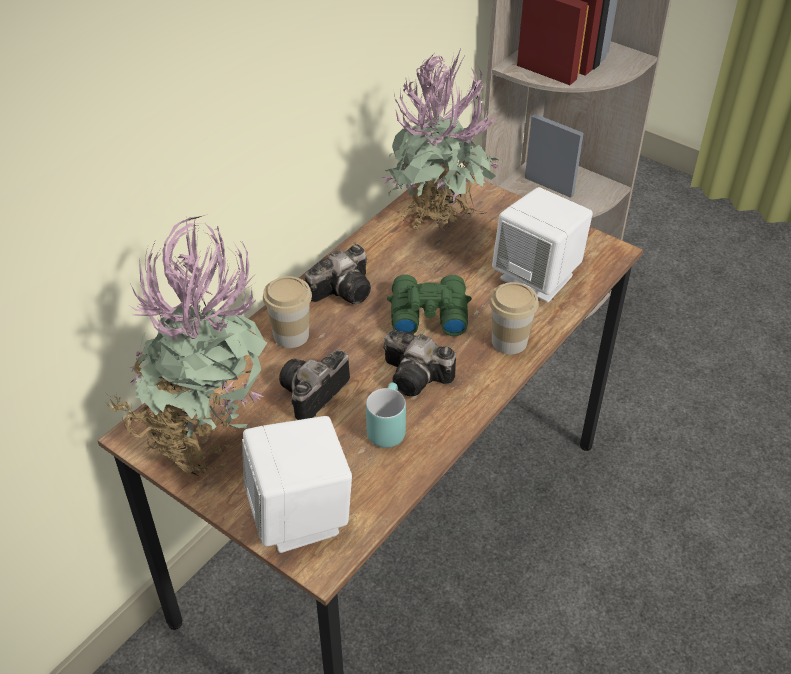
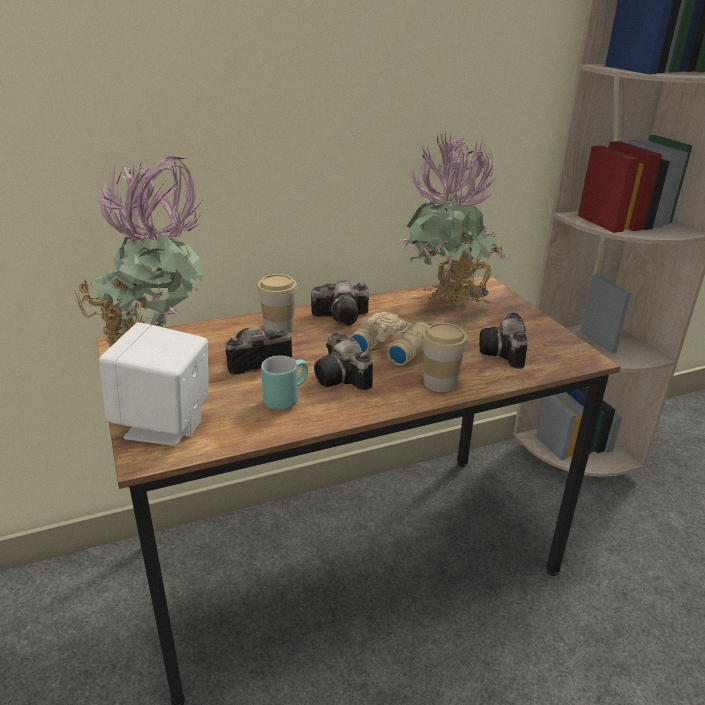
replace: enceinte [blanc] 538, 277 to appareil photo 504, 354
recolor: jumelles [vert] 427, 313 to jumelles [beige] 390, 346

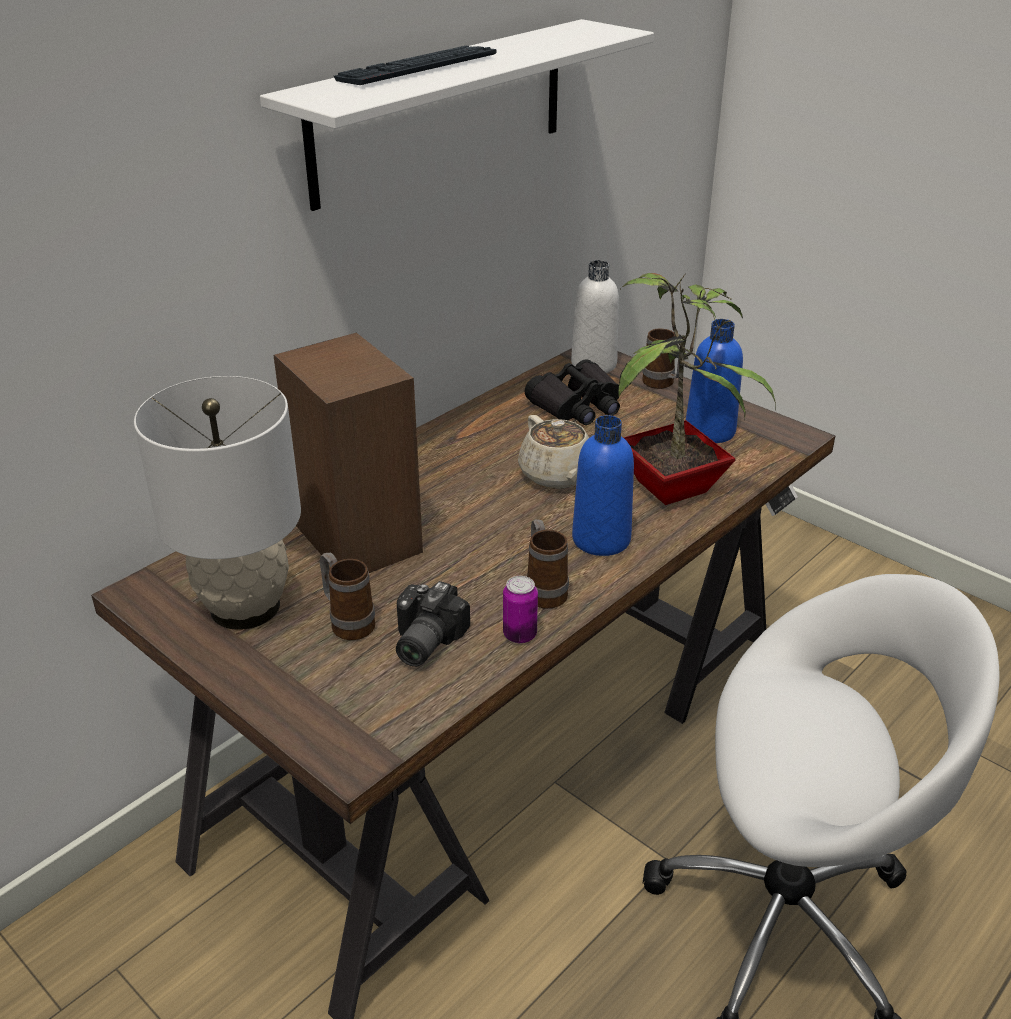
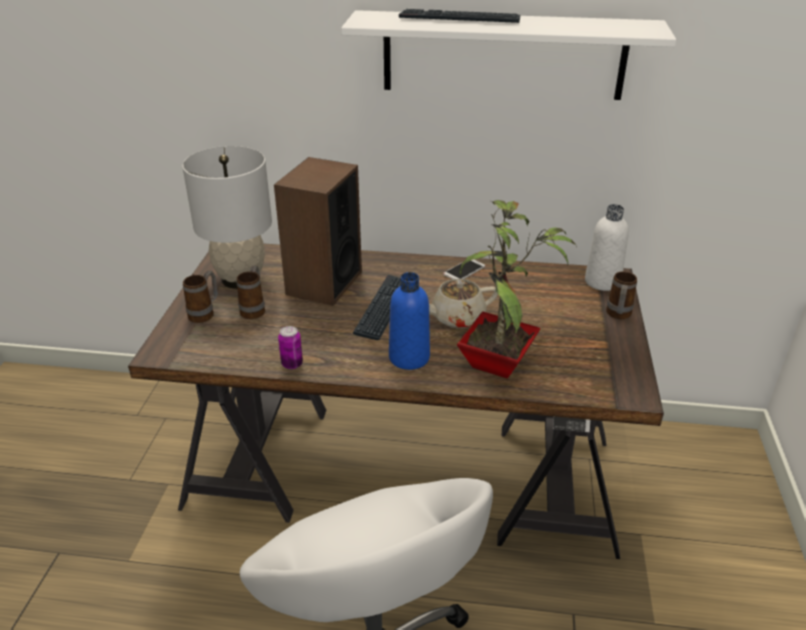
delete: appareil photo 422, 641; jumelles [noir] 577, 405; bouteille [bleu] 710, 431
insert: clavier 384, 307; téléphone 464, 270
move: mug 544, 590 to 205, 313
rotate: théière [beige] 557, 475 = 456, 318 45 degrees clockwise

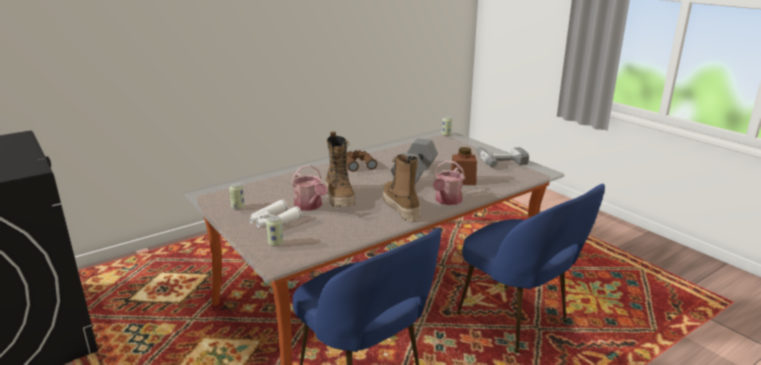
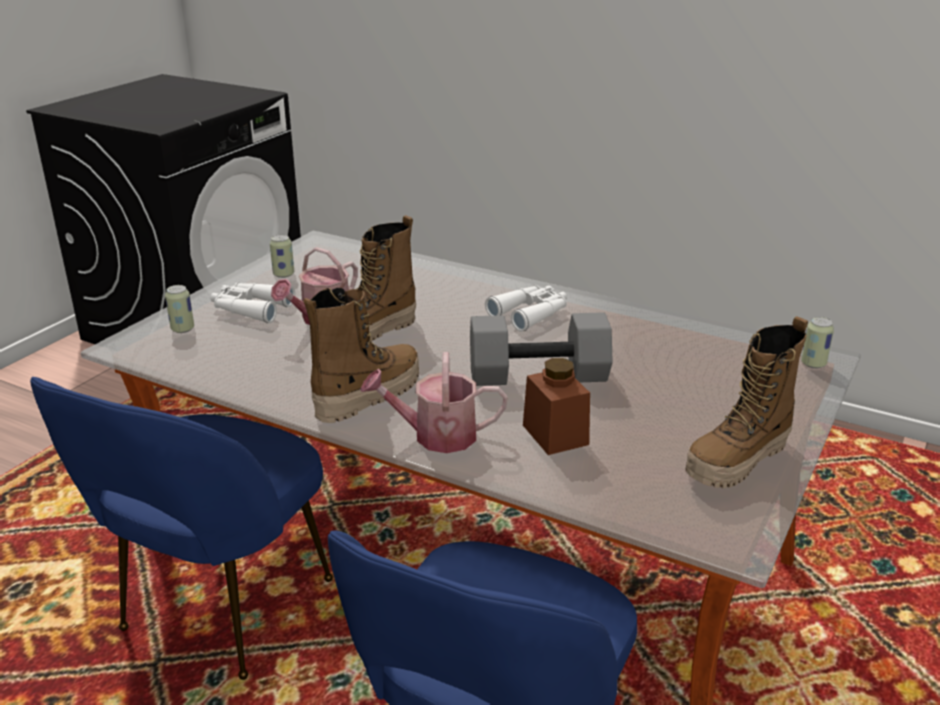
replace: perceuse 500, 160 to botte 738, 462
recolor: jumelles [marron] 358, 164 to jumelles [blanc] 531, 314

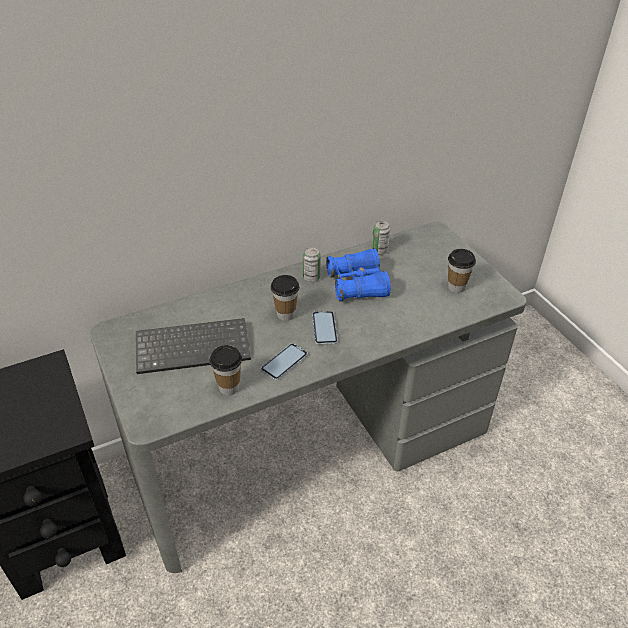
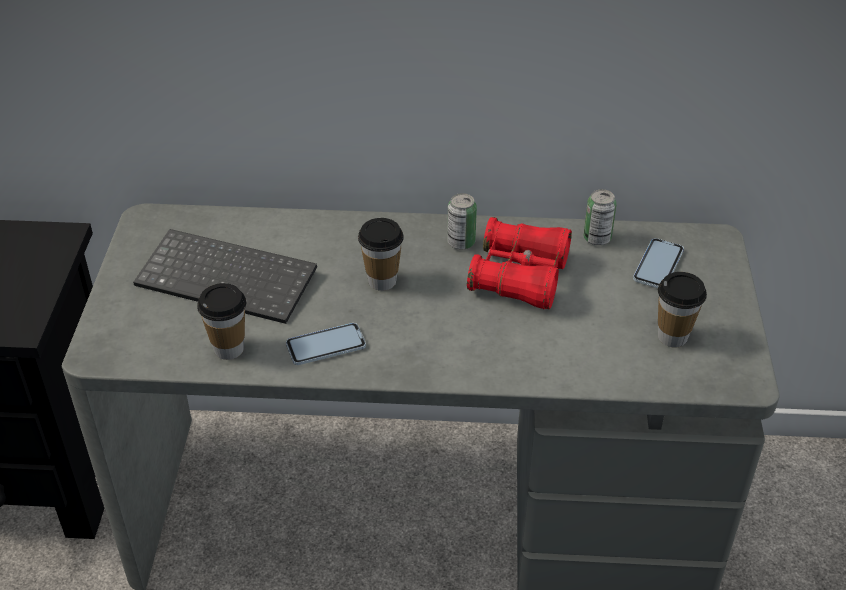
move: téléphone 324, 328 to 658, 265
recolor: jumelles [bleu] 357, 284 to jumelles [rouge] 519, 276

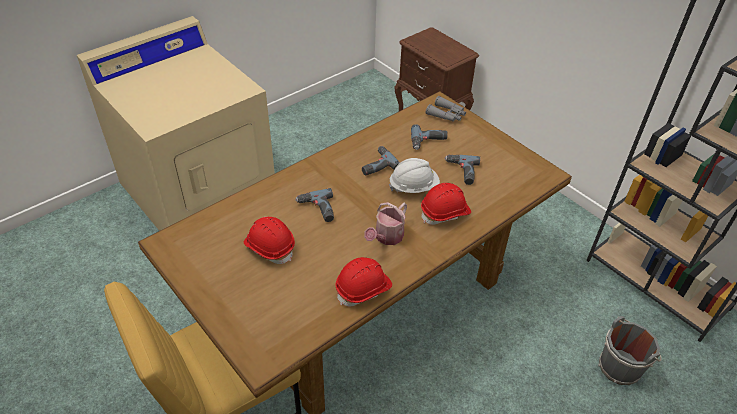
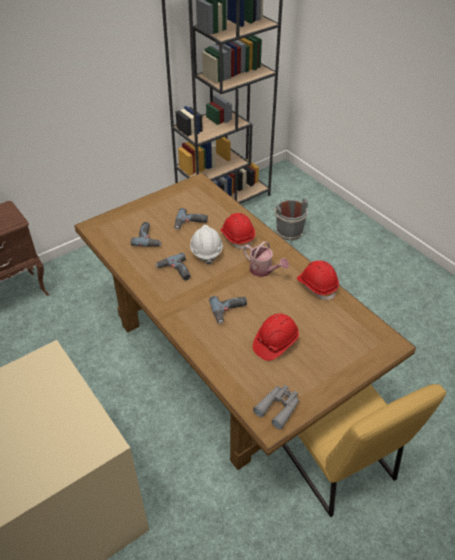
move: jumelles [gris] 446, 115 to 278, 407

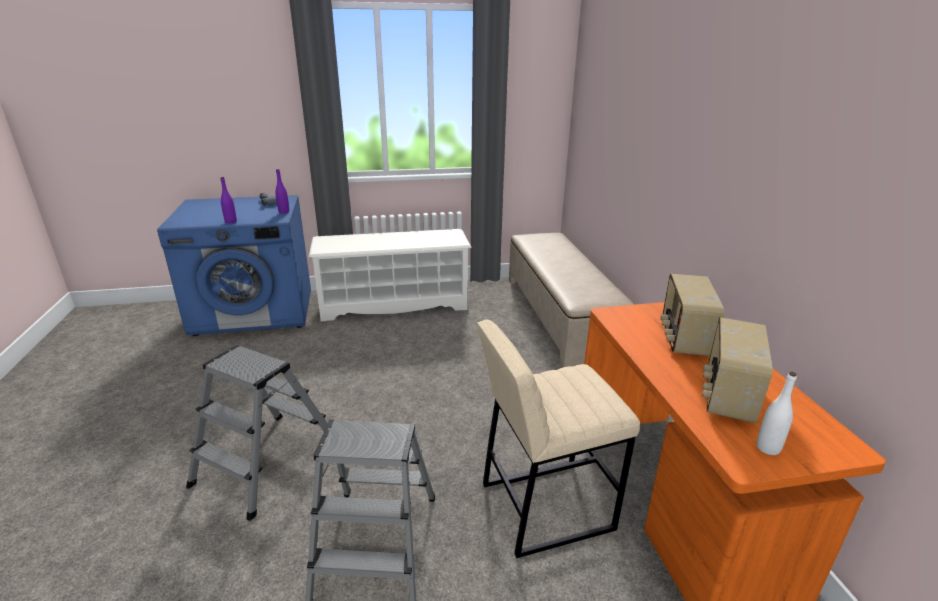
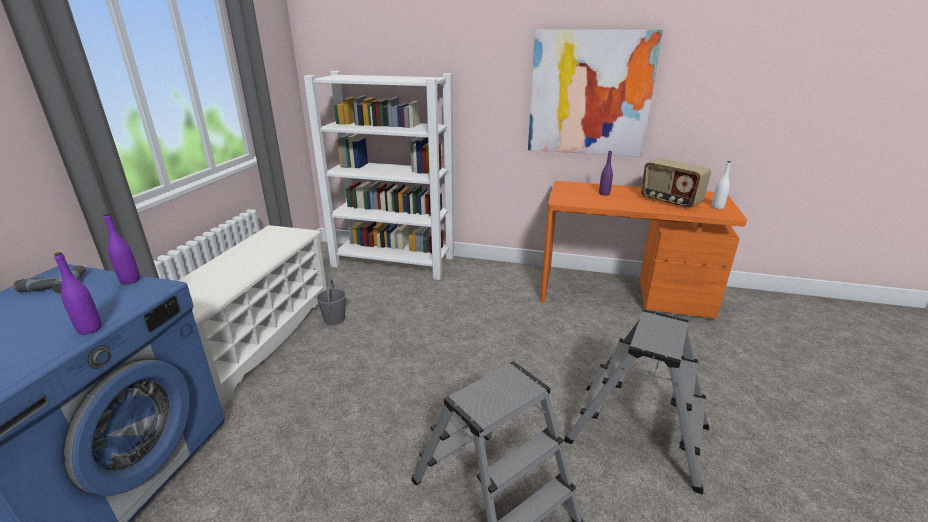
delete: chaise [beige] 543, 507
insert: seau [gris] 334, 319; tableau 589, 94
replace: banc [beige] 560, 316 to bibliothèque [blanc] 393, 261; radio 683, 339 to bouteille [violet] 604, 193

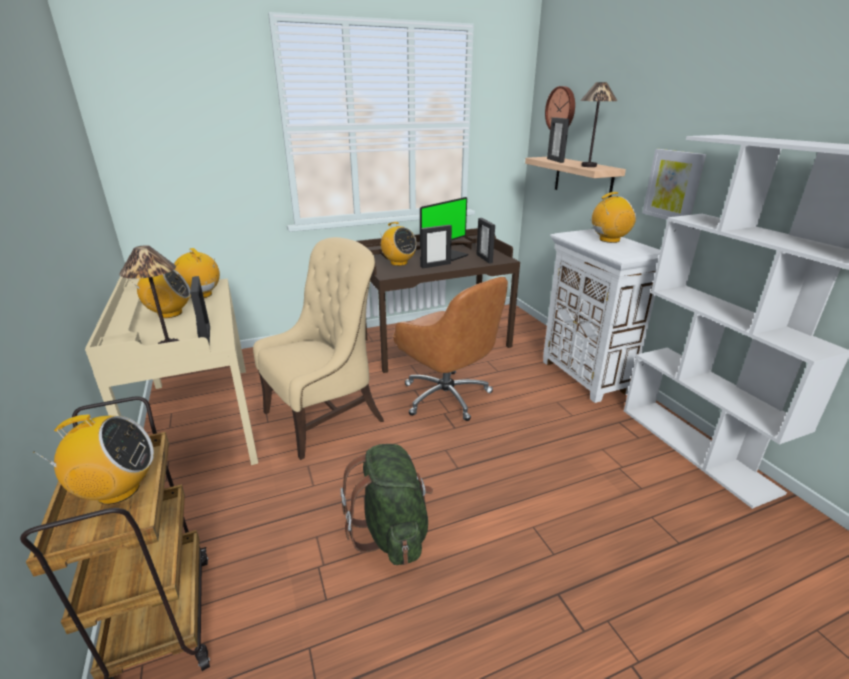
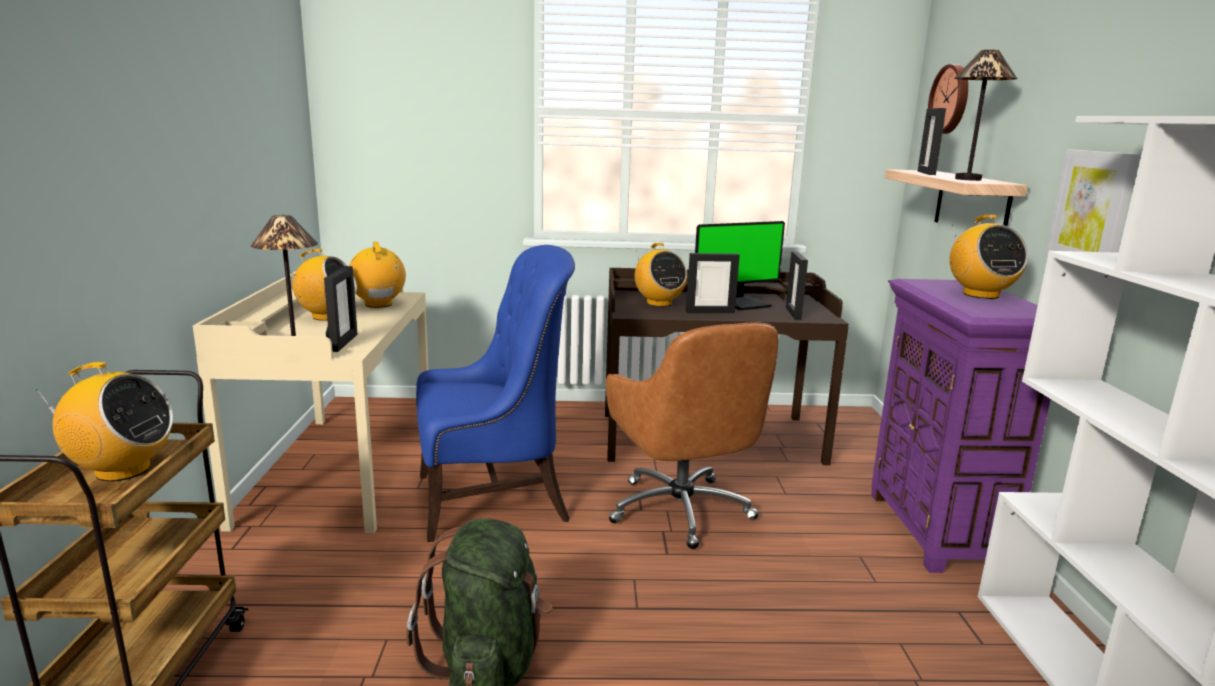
recolor: chaise [beige] 326, 416 to chaise [bleu] 494, 498; meuble de rangement [blanc] 586, 377 to meuble de rangement [violet] 937, 532
rotate: radio 609, 240 = 980, 294 75 degrees clockwise

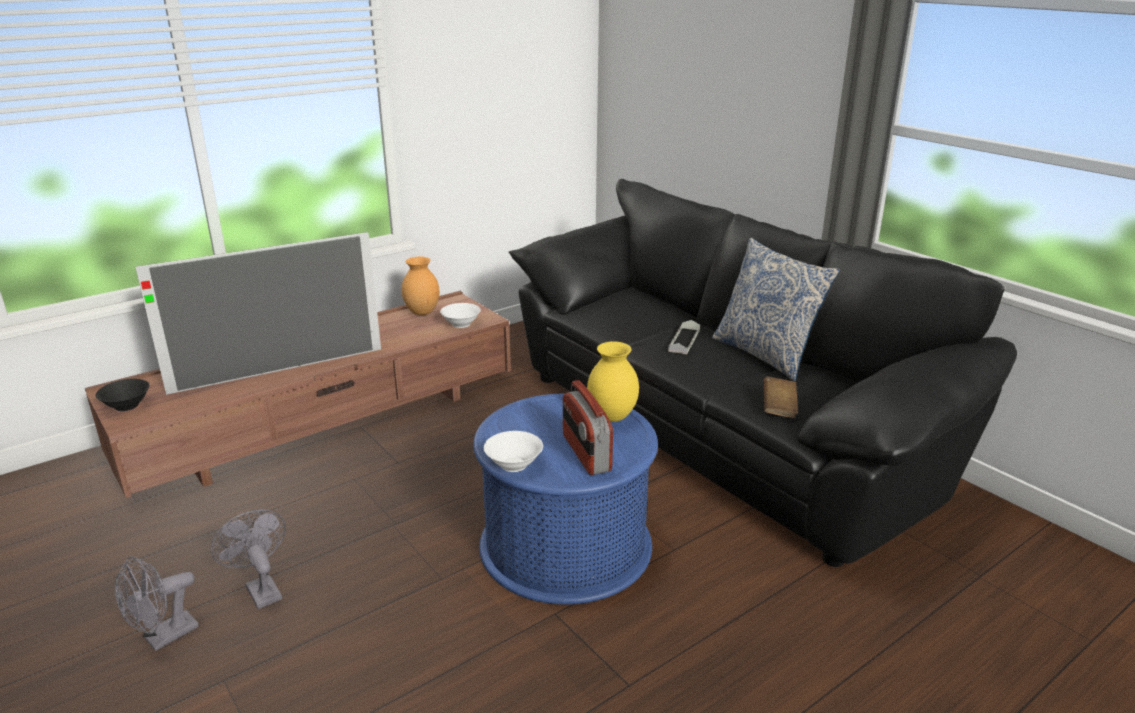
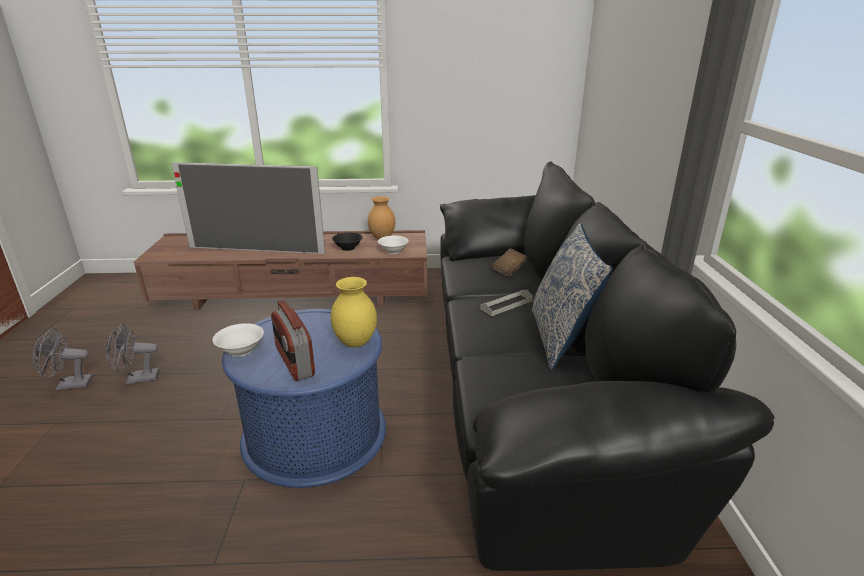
move: bol [noir] 127, 405 to 348, 248; livre [marron] 778, 407 to 509, 270
rotate: ventilateur [gris] 260, 589 = 137, 379 105 degrees counterclockwise; radio 585, 453 = 294, 362 45 degrees counterclockwise

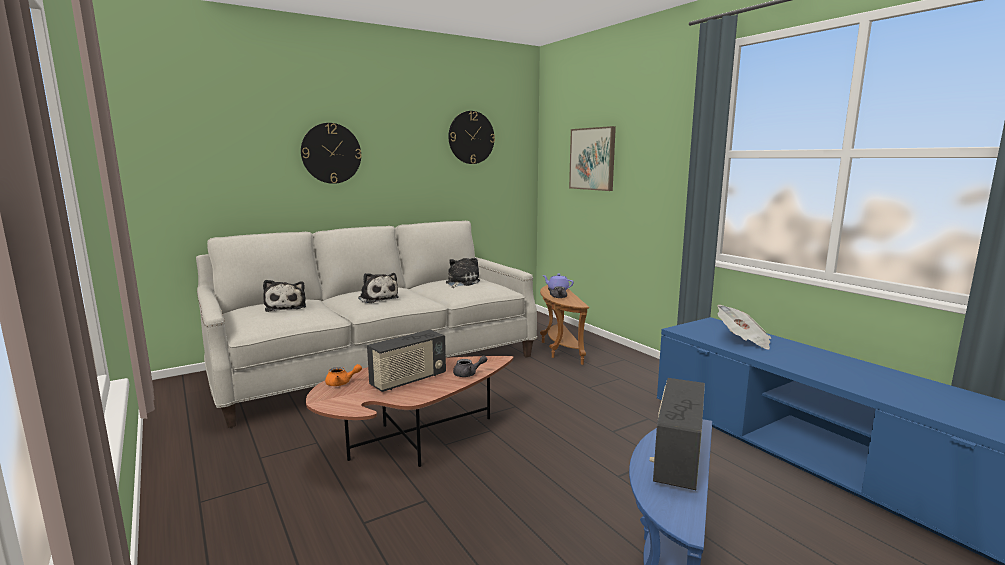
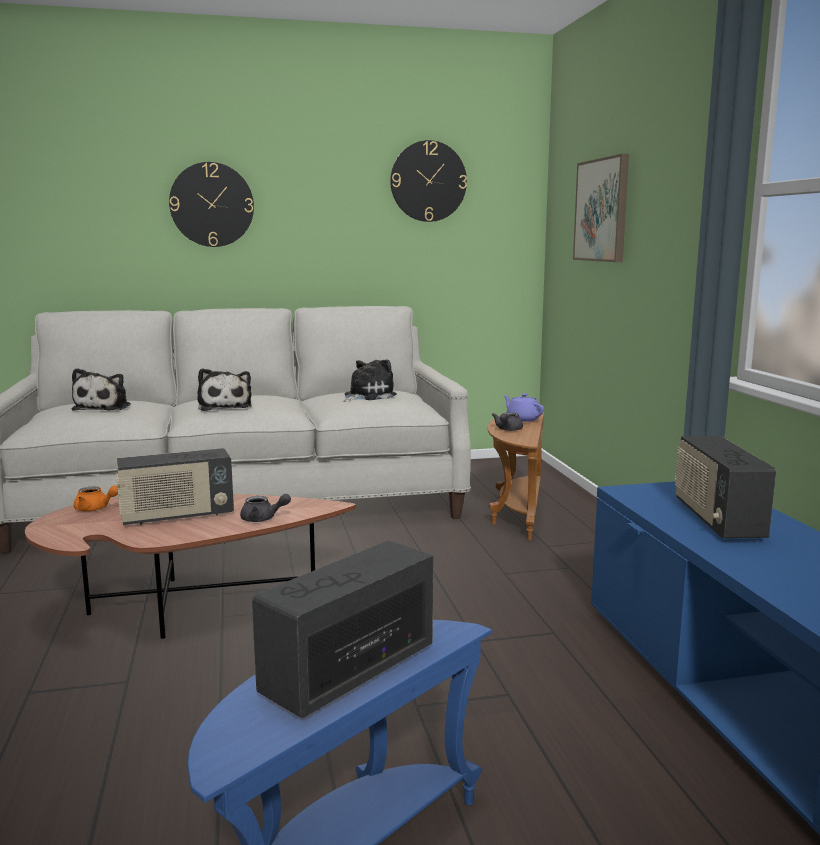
replace: journal 743, 341 to radio 716, 520

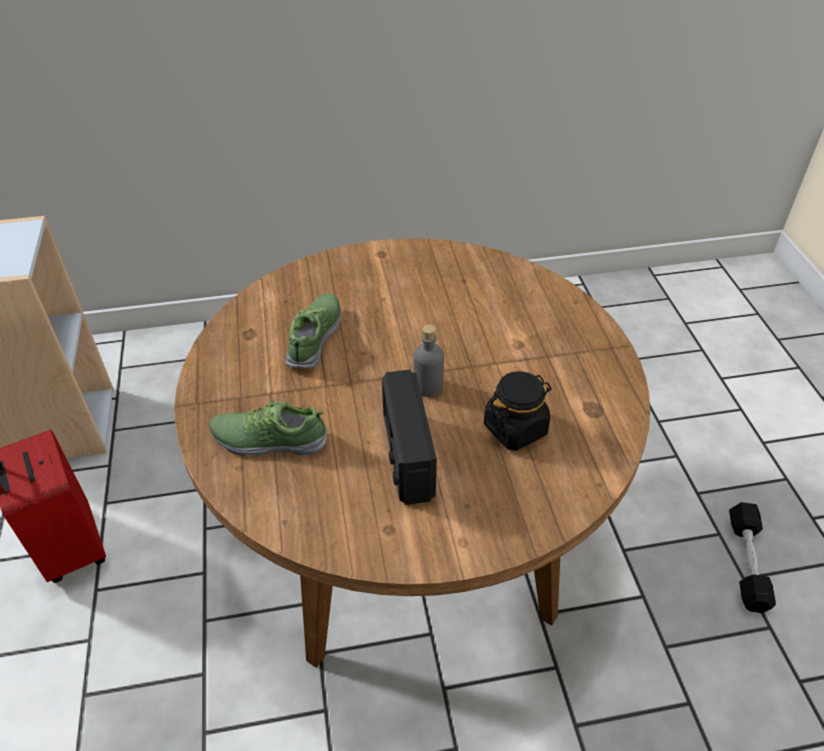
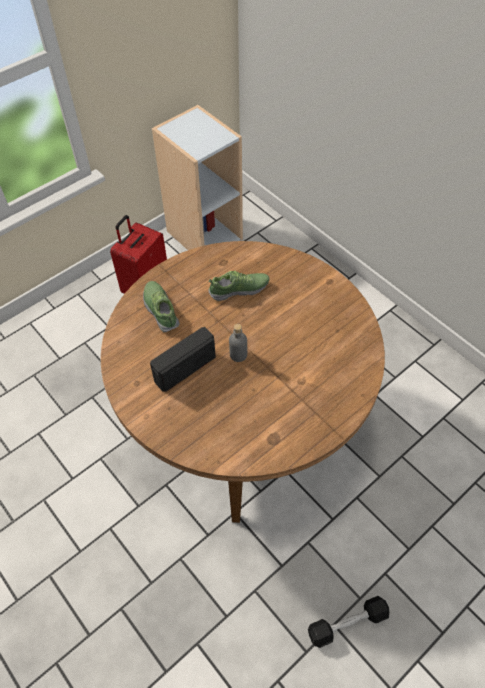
delete: bocal [noir] 515, 428

